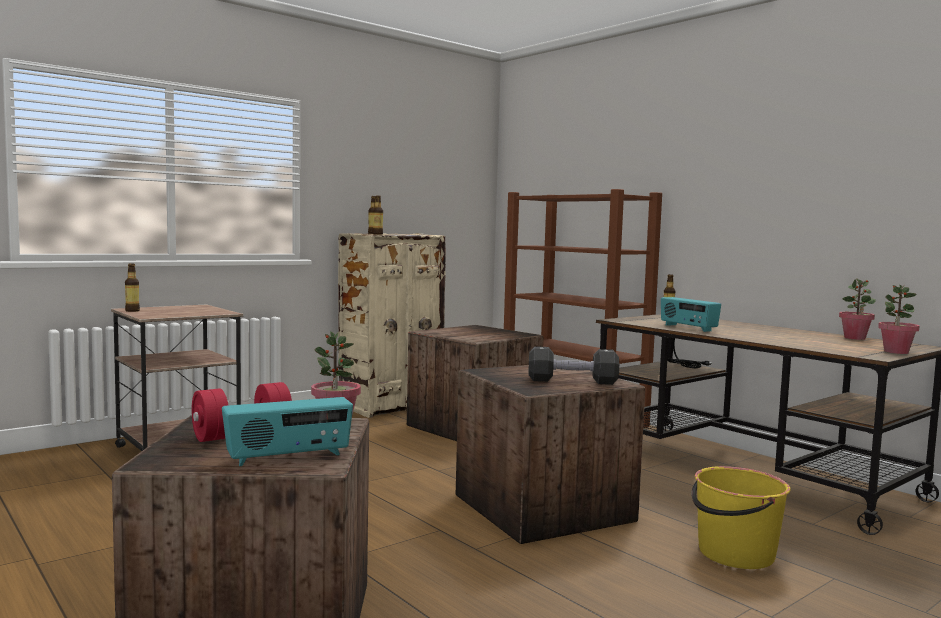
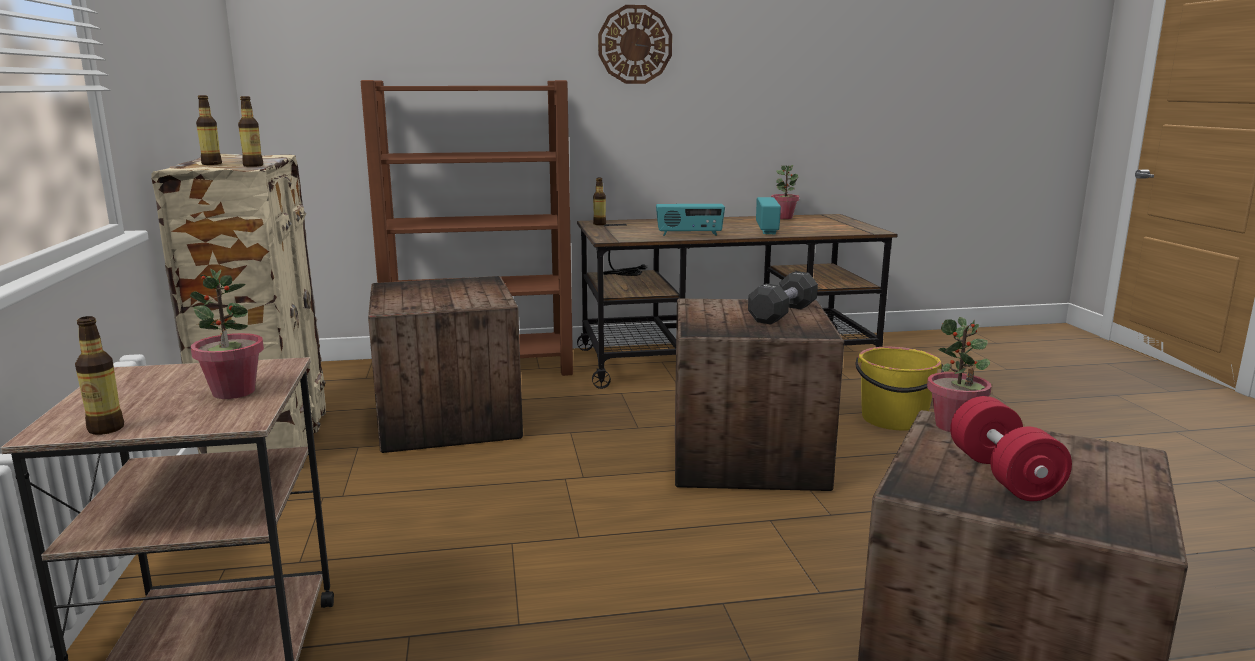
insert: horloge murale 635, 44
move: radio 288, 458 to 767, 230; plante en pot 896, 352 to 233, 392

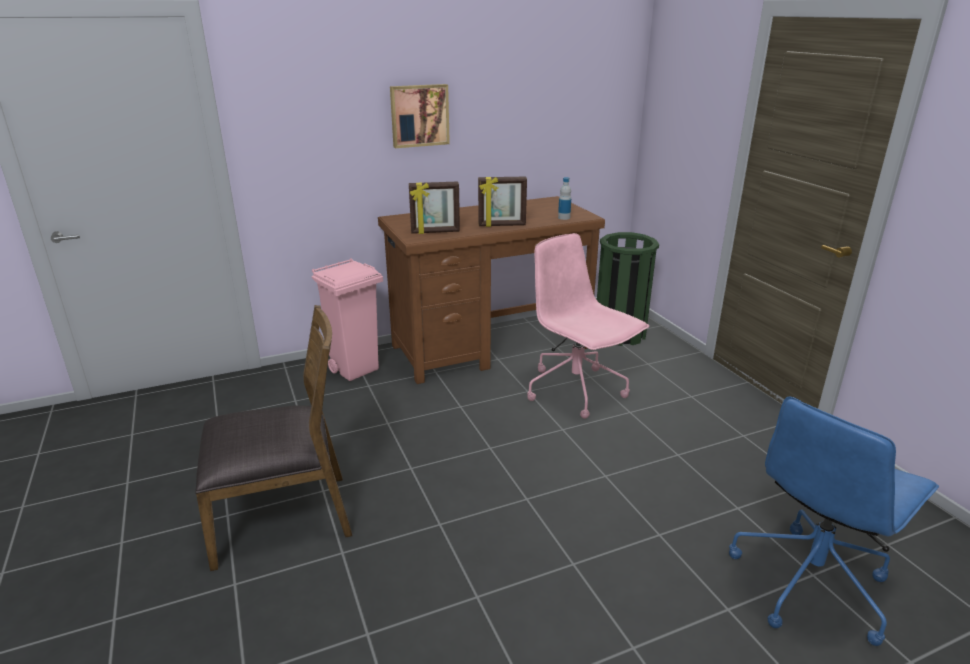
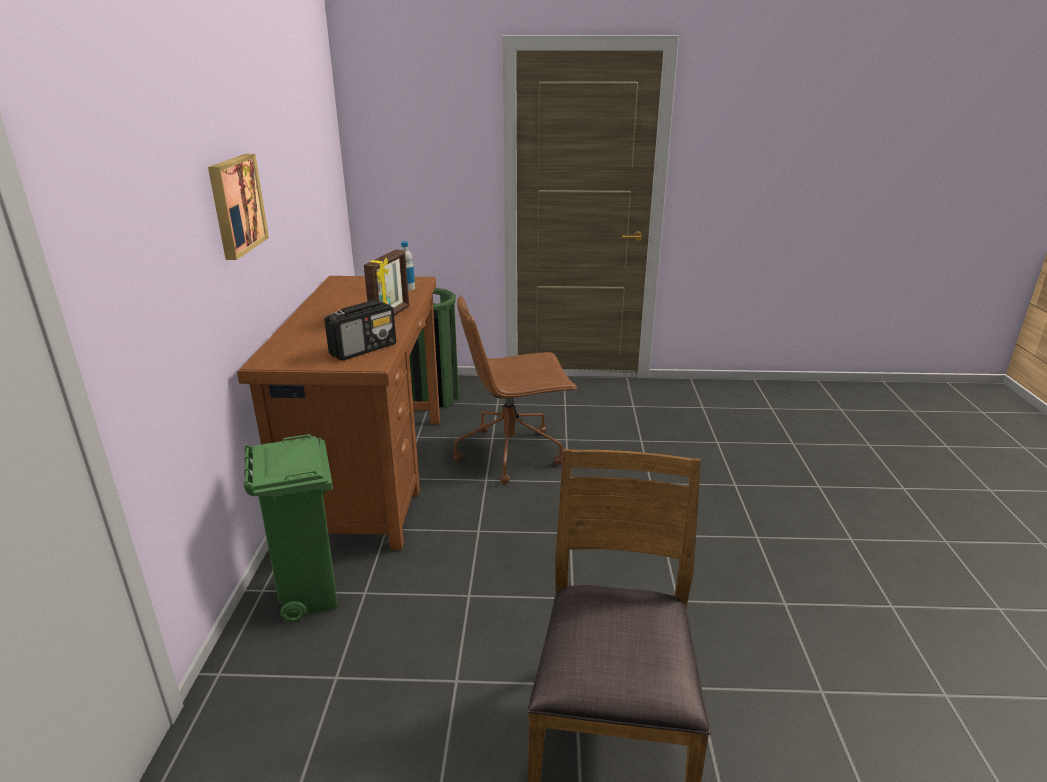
delete: chaise de bureau [bleu] 812, 581
replace: cadre photo 435, 232 to radio 364, 349
recolor: poubelle [rose] 356, 369 to poubelle [vert] 310, 595; chaise de bureau [rose] 578, 393 to chaise de bureau [marron] 514, 453

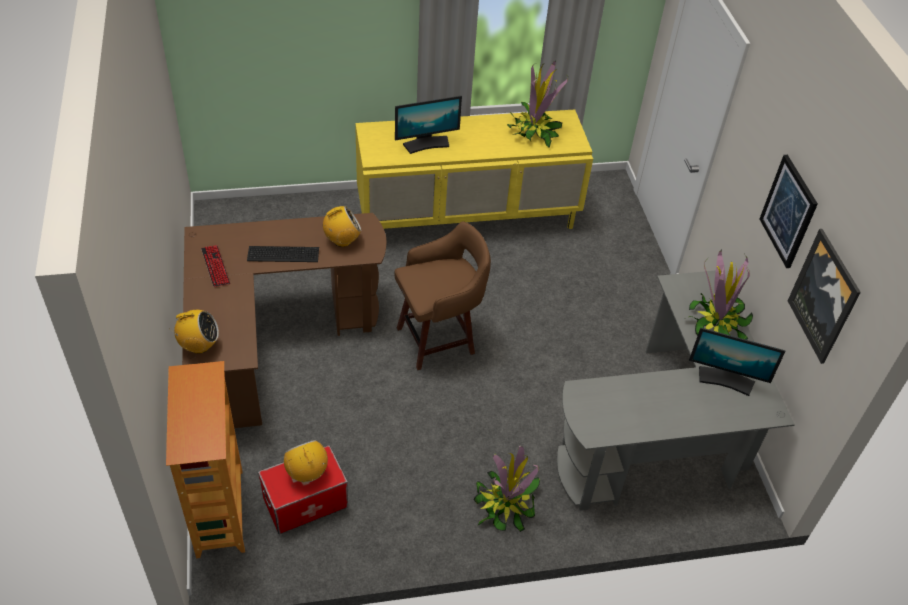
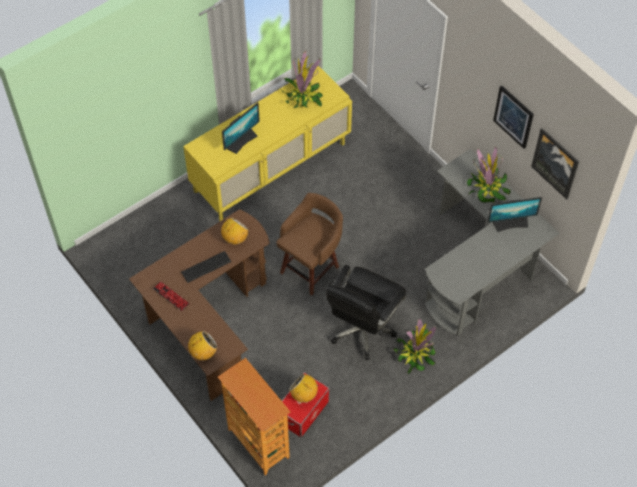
insert: chaise de bureau [noir] 363, 328

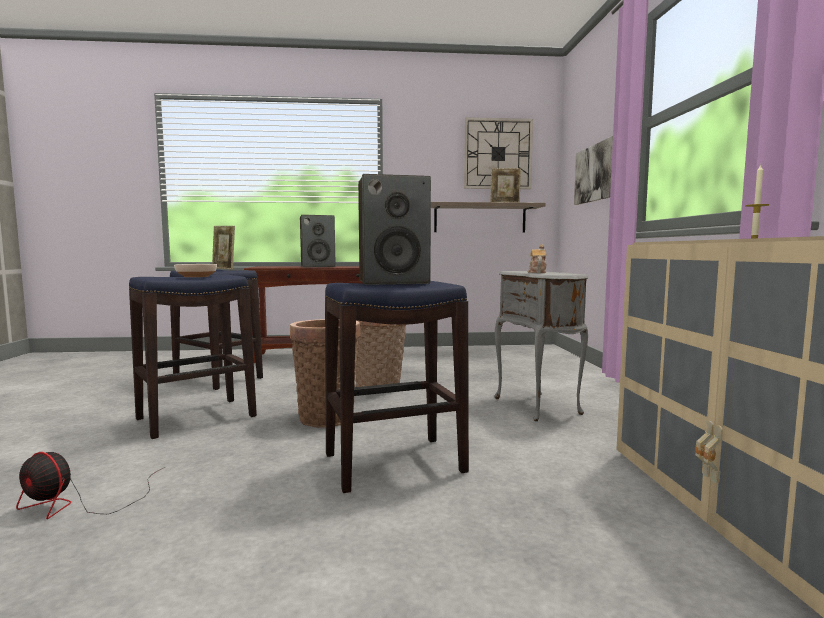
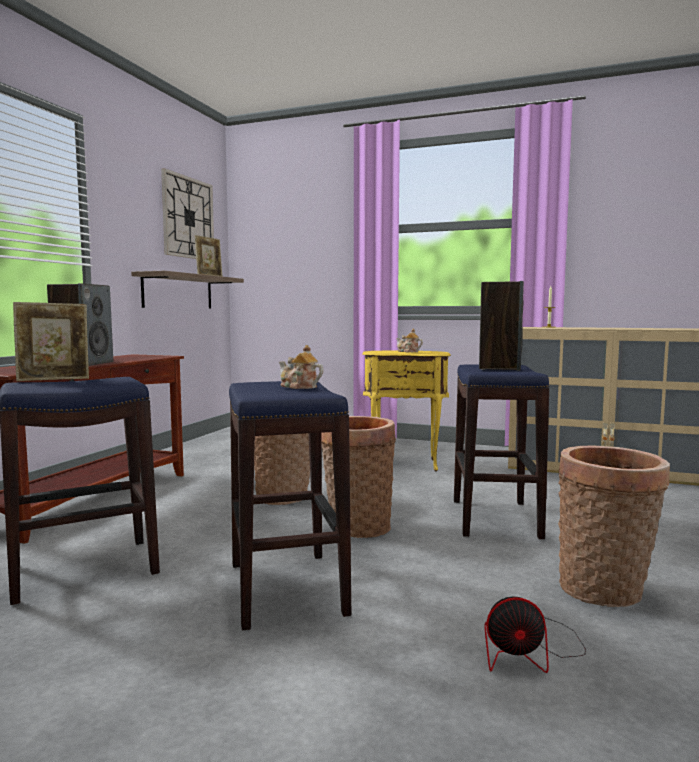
delete: tableau 596, 173
insert: panier 605, 591
replace: bol 195, 276 to théière 299, 387
recolor: table d'appoint [gris] 539, 406 to table d'appoint [jaune] 405, 464
rotate: ventilateur 79, 503 = 529, 651 45 degrees clockwise

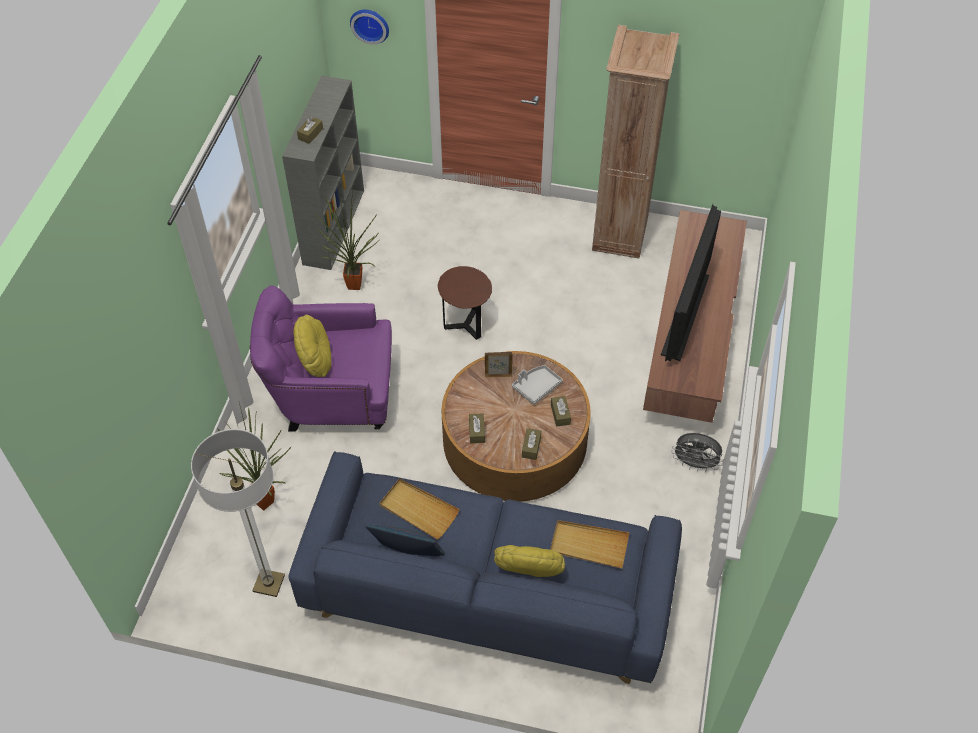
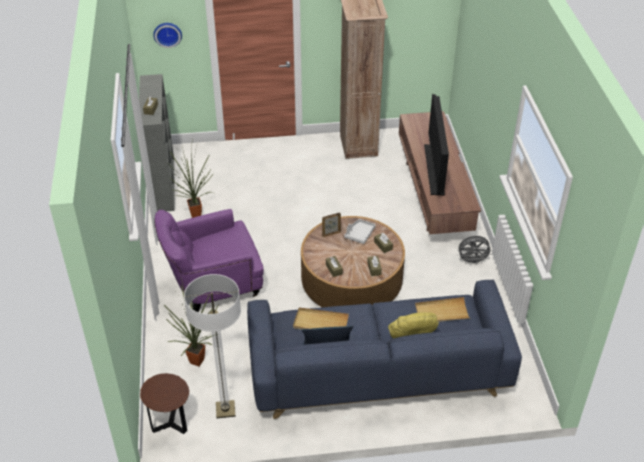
delete: coussin [jaune] 315, 362
move: table d'appoint [marron] 465, 326 to 170, 424

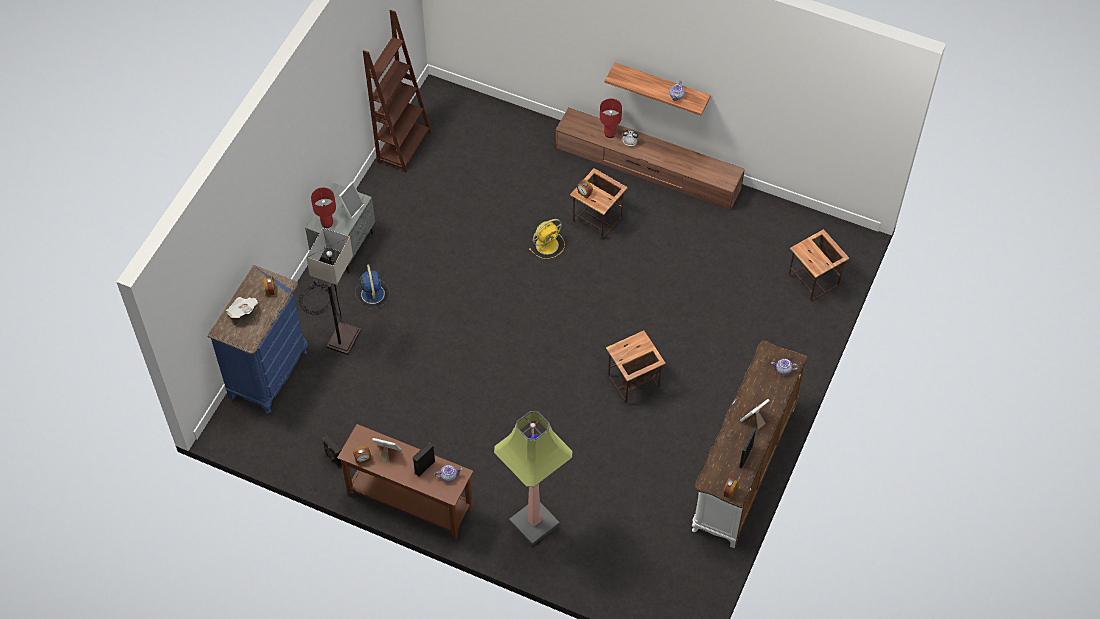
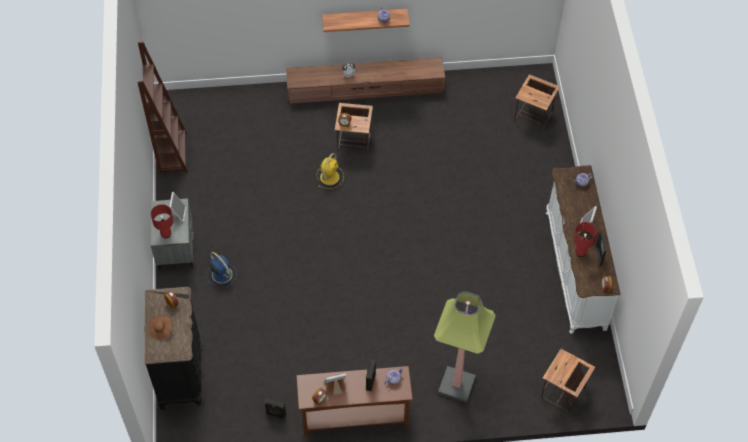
delete: lampadaire 329, 317
move: lampe de table [rouge] 609, 134 to 580, 252; table d'appoint 632, 382 to 562, 393
replace: journal 243, 311 to chapeau [marron] 161, 330
recolor: commode [bleu] 270, 374 to commode [noir] 181, 374

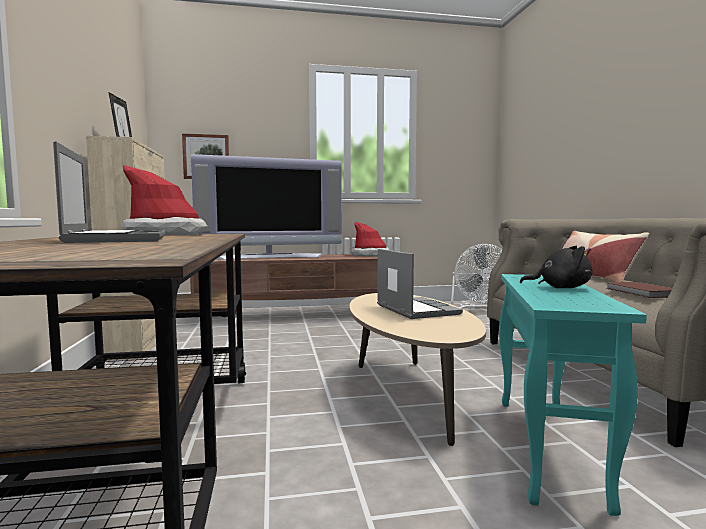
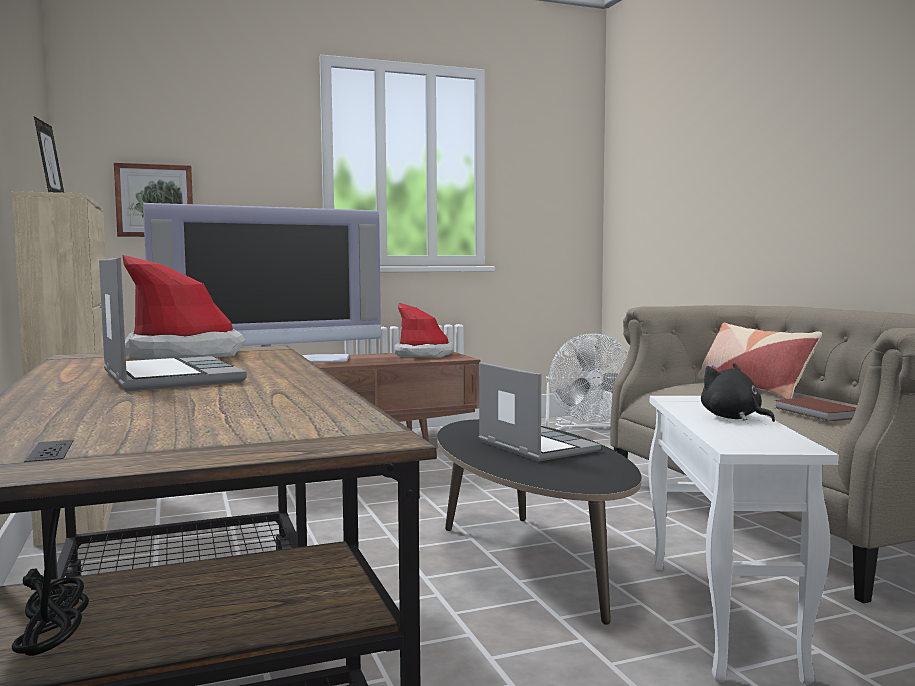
recolor: table basse [beige] 408, 391 to table basse [noir] 527, 559; table d'appoint [turquoise] 546, 447 to table d'appoint [blanc] 720, 616
rotate: peluche [noir] 560, 288 = 733, 418 120 degrees counterclockwise

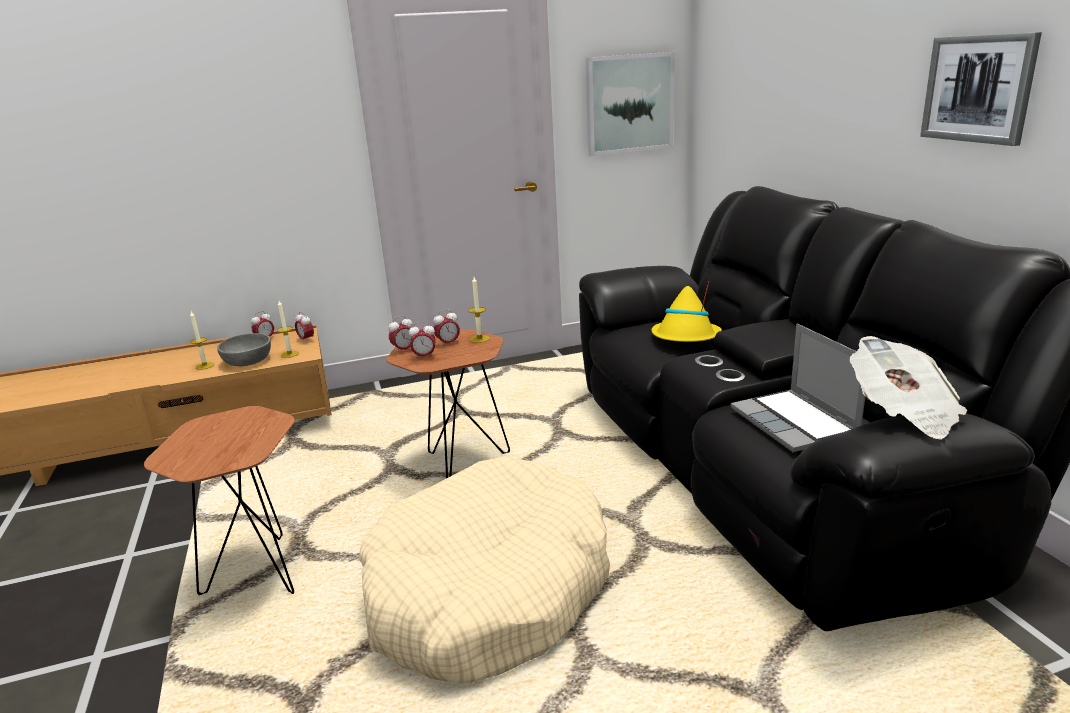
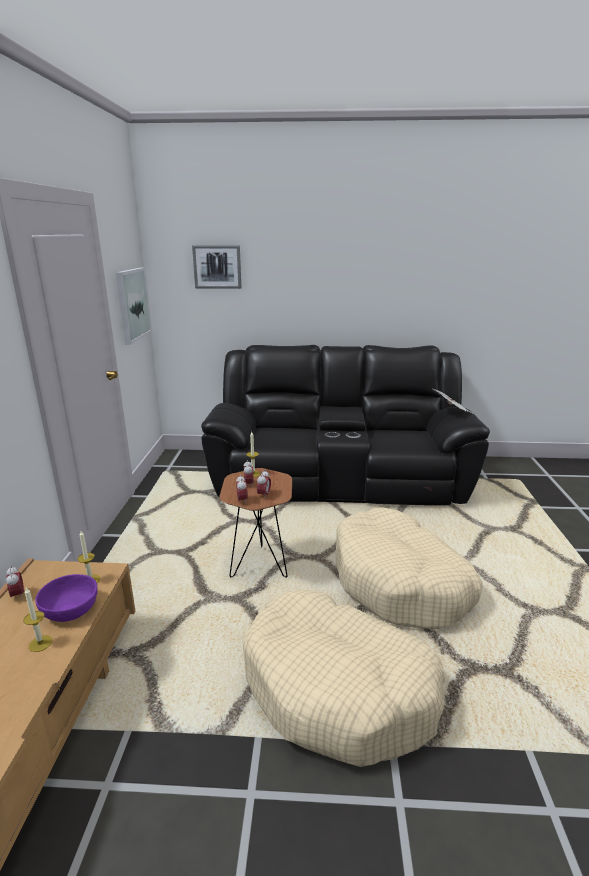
delete: réveil 306, 340; chapeau [jaune] 685, 338; ordinateur portable 795, 423
move: tableau 978, 89 to 217, 267
replace: table d'appoint [marron] 257, 577 to panier pour chien [beige] 338, 688
recolor: bol [gris] 248, 361 to bol [violet] 71, 609

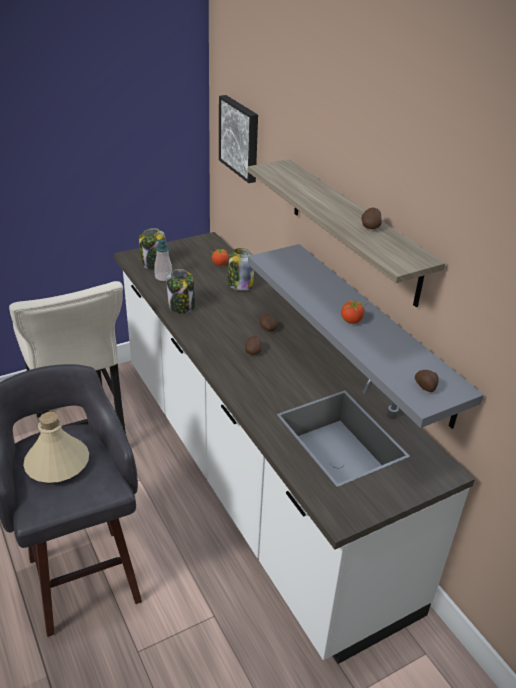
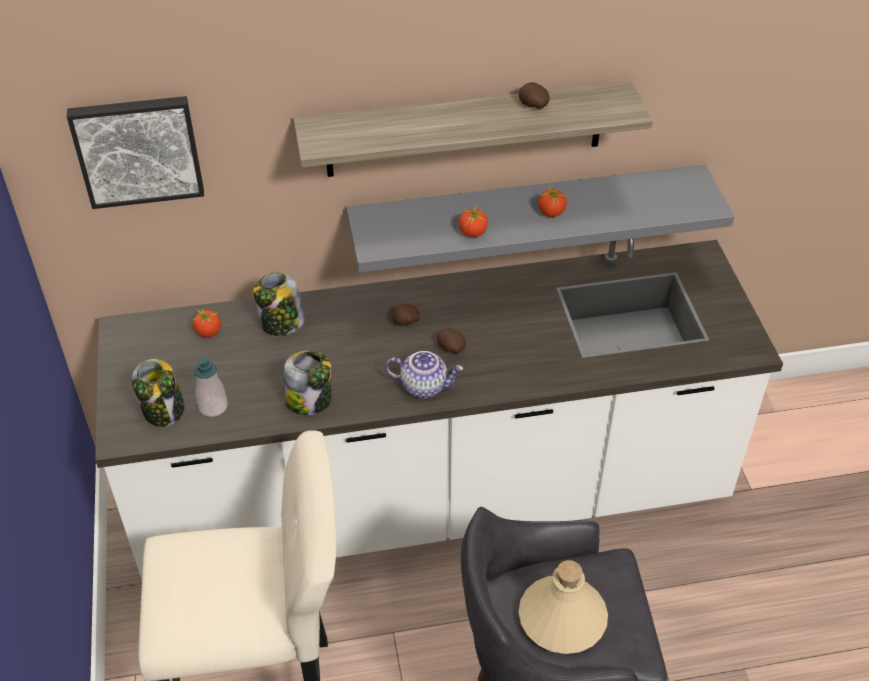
delete: pomme de terre 425, 387
insert: théière 424, 386; tomate 473, 232

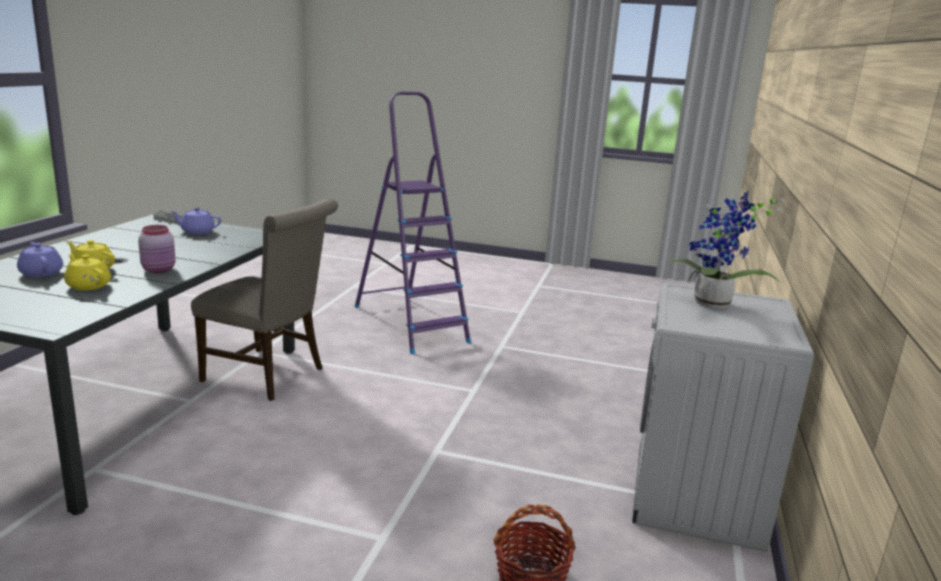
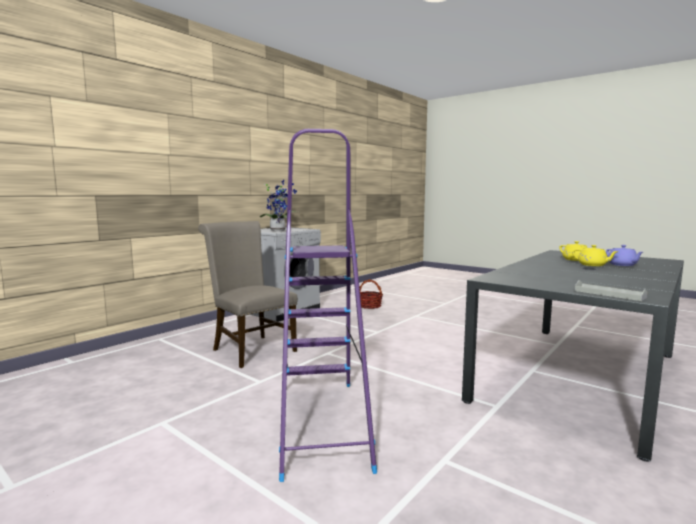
delete: bocal [rose] 159, 270; théière [violet] 197, 232
move: chaise [beige] 270, 375 to 251, 349

